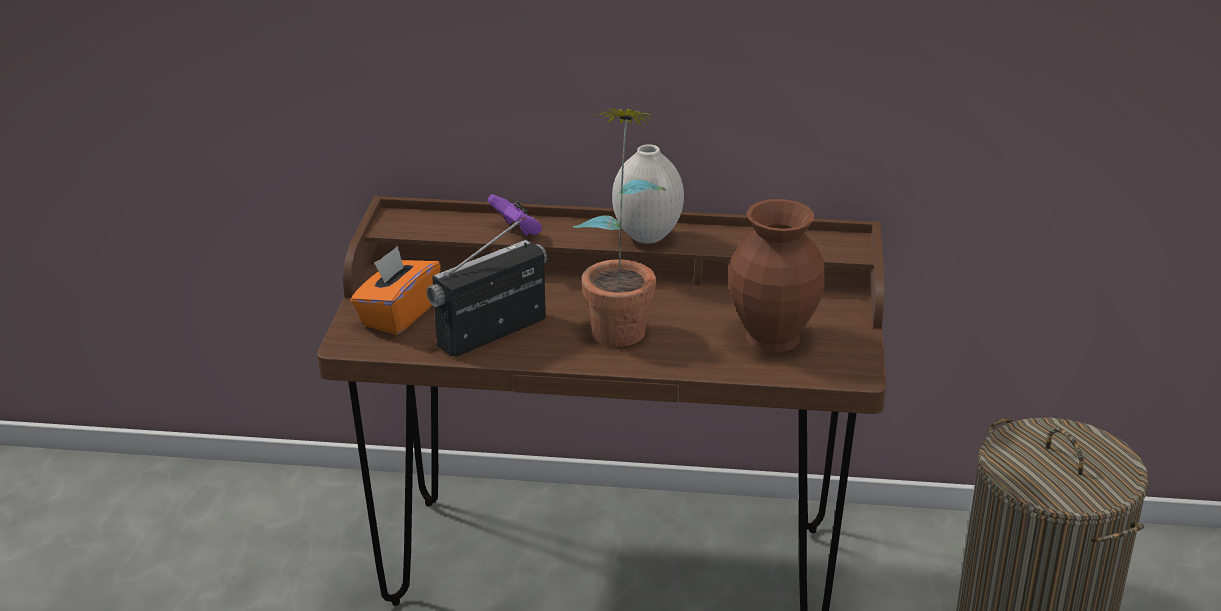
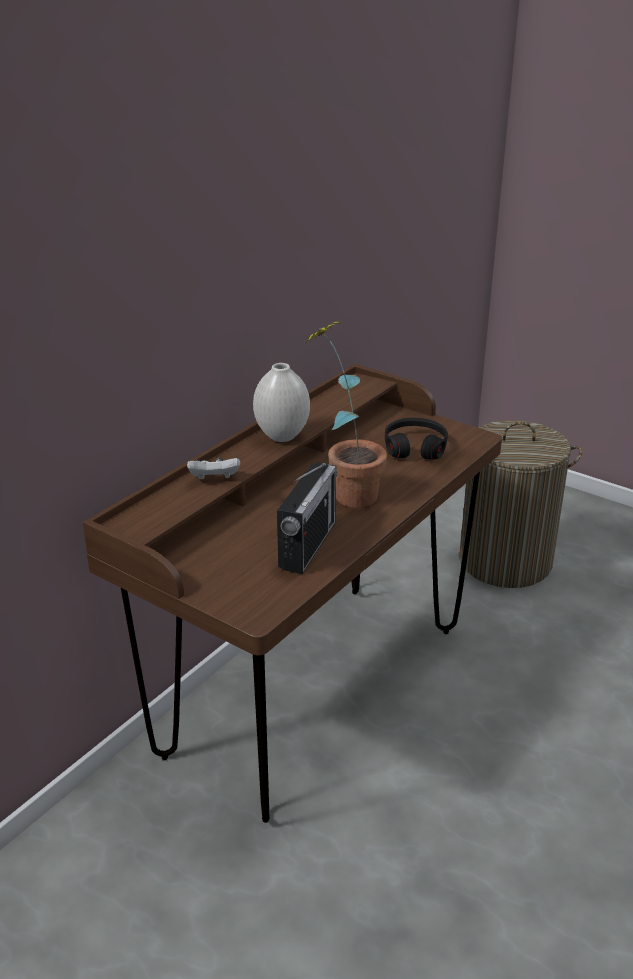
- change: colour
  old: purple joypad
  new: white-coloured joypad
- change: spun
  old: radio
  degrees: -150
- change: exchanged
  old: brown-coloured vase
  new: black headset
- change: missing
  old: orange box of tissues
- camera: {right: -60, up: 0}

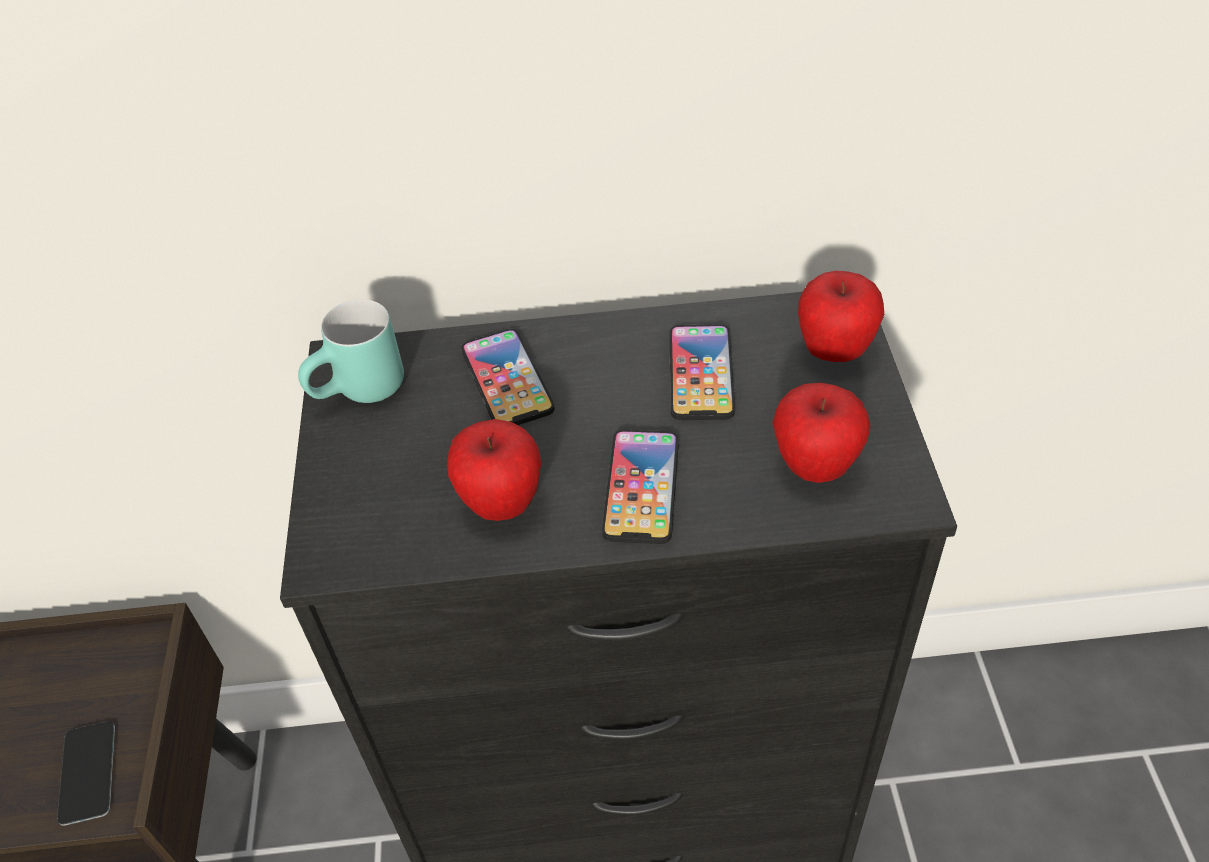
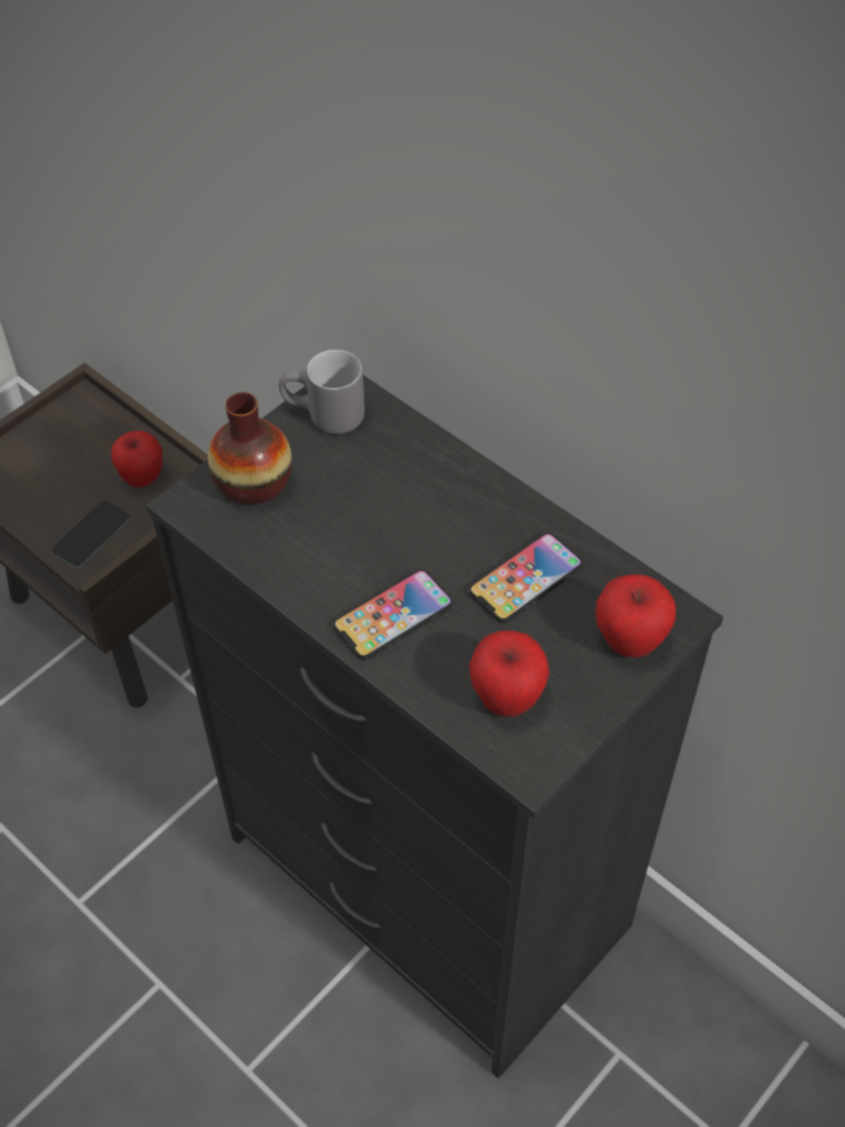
- change: relocated
  old: whole apple (no. 1 from left)
- change: appeared
  new: vase
- change: colour
  old: turquoise-coloured coffee mug
  new: grey coffee mug
- change: missing
  old: phone (no. 2 from left)
- camera: {right: 45, up: 5}

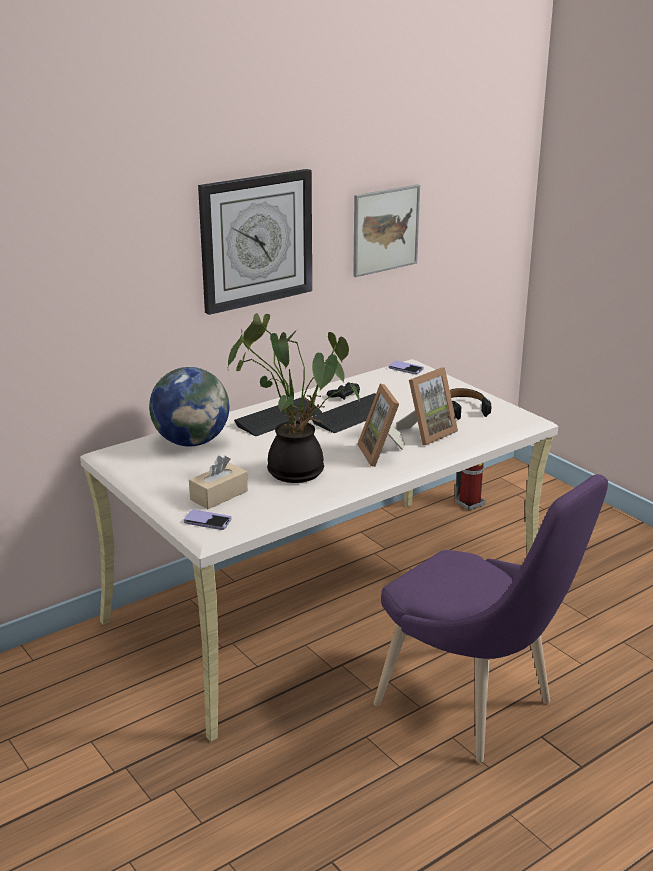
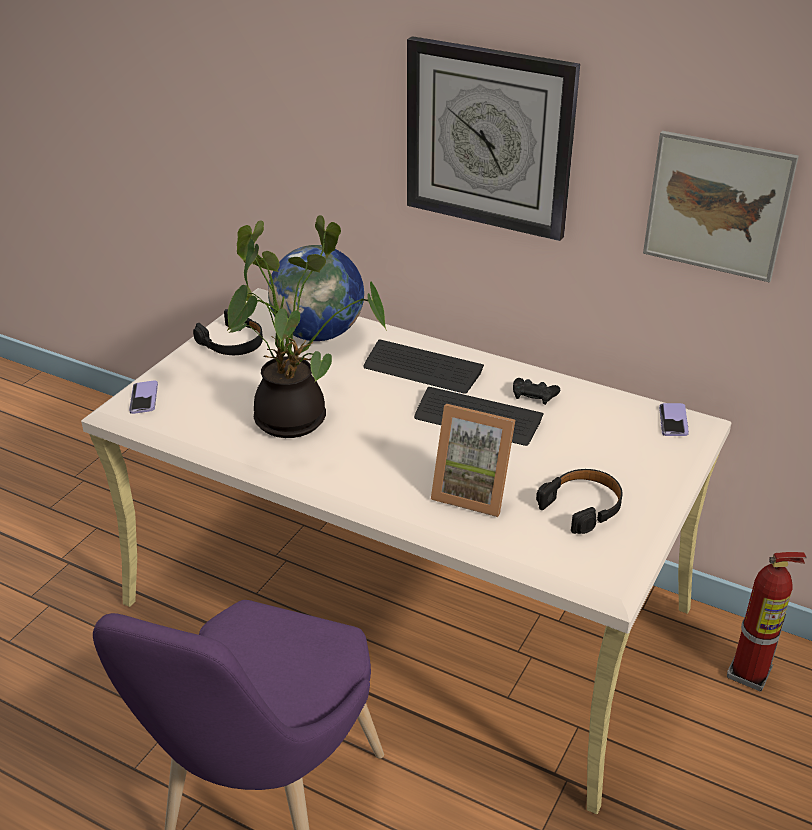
- change: appeared
  new: black headset (no. 1 from left)
- change: missing
  old: sand-coloured box of tissues
- change: missing
  old: picture frame (no. 1 from left)
- camera: {right: 65, up: 10}

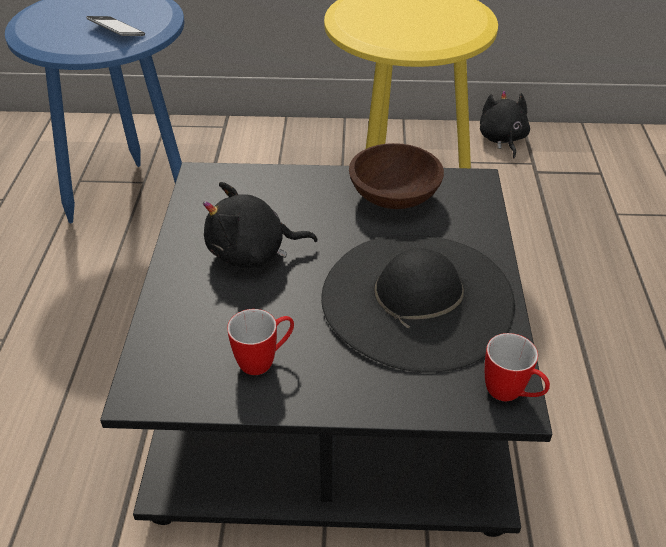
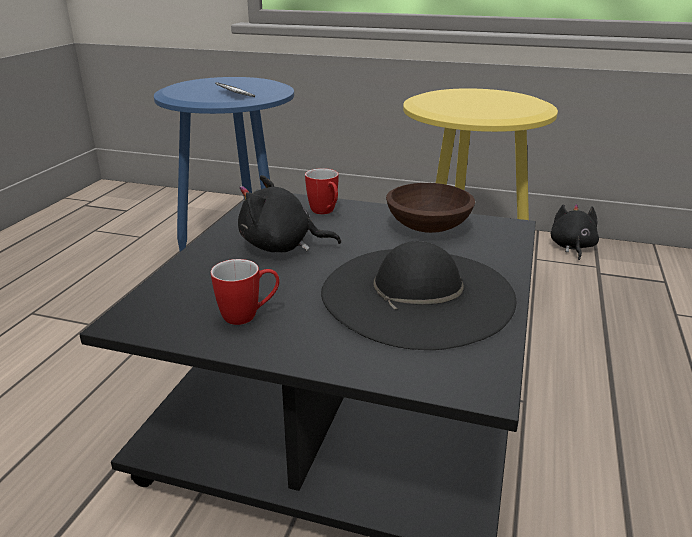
- change: relocated
  old: coffee mug (no. 2 from left)
- camera: {right: 15, up: -15}

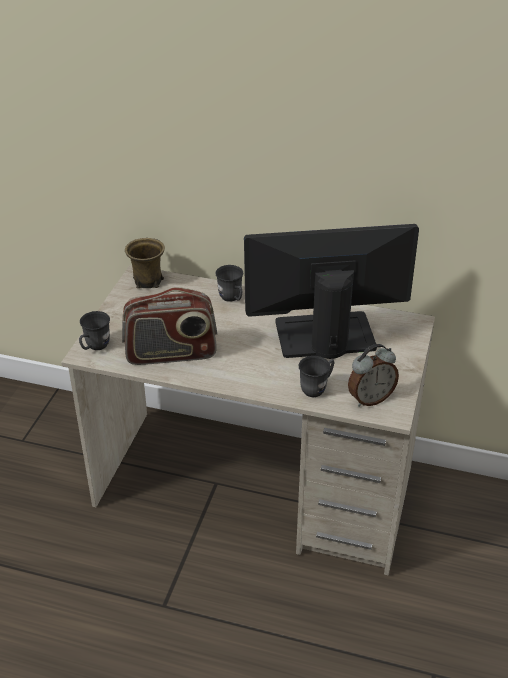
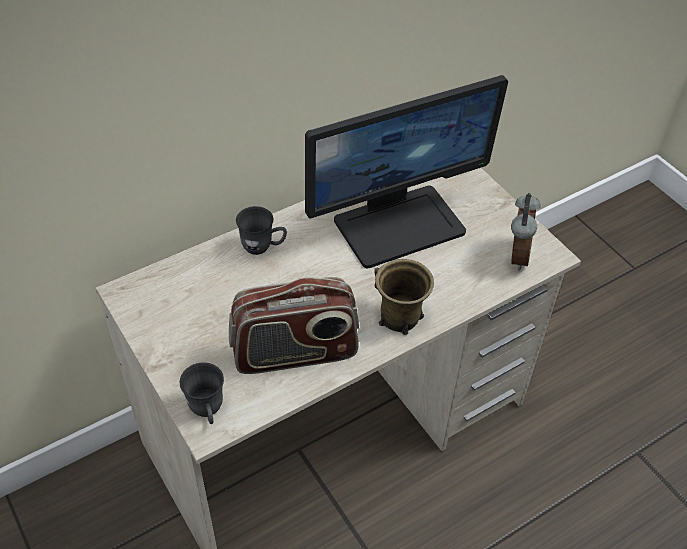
- change: spun
  old: radio
  degrees: 45
- change: spun
  old: monitor
  degrees: -150
- change: relocated
  old: brown-coloured coffee mug
- change: missing
  old: grey coffee mug (no. 3 from left)
- camera: {right: -50, up: 10}

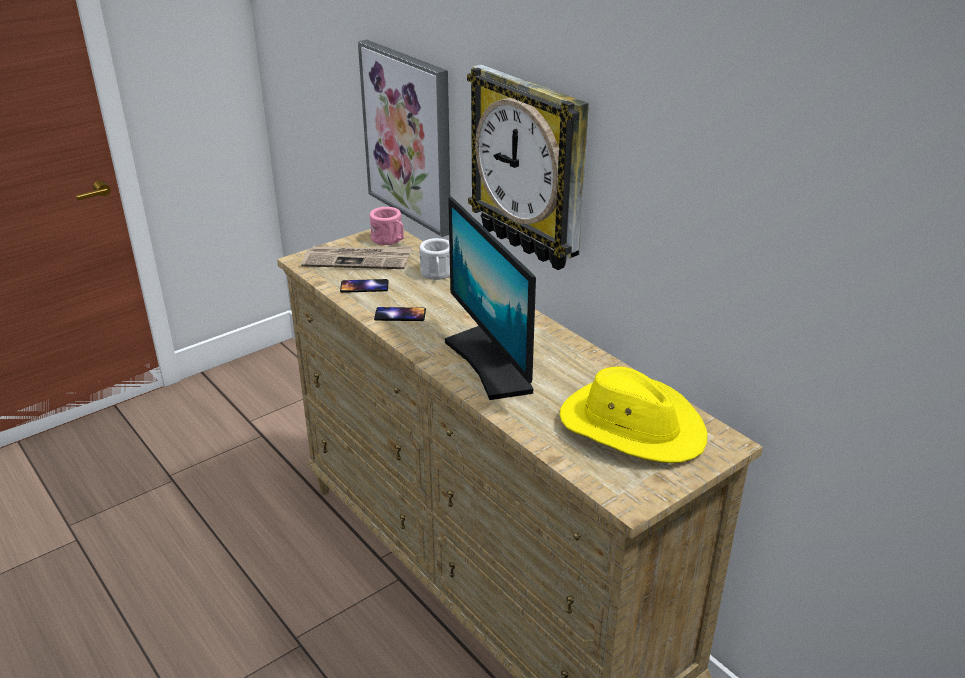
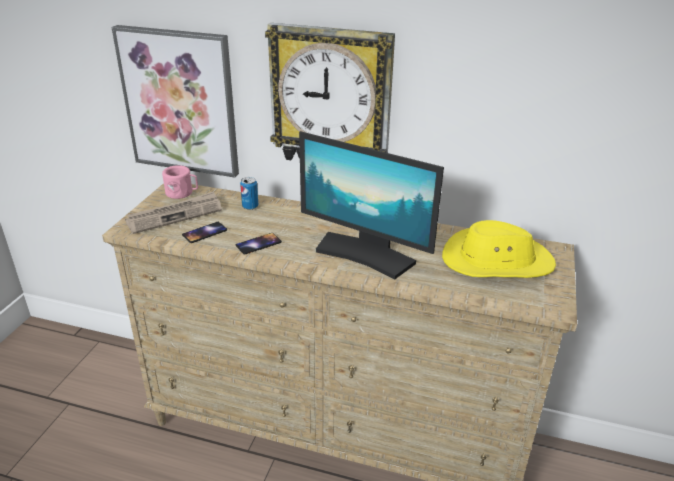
- change: exchanged
  old: white-coloured coffee mug
  new: sealed can
- camera: {right: -35, up: 0}

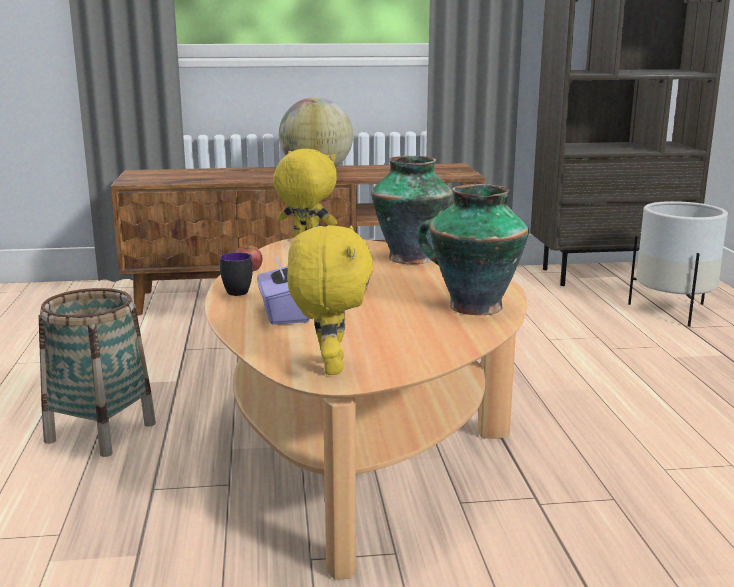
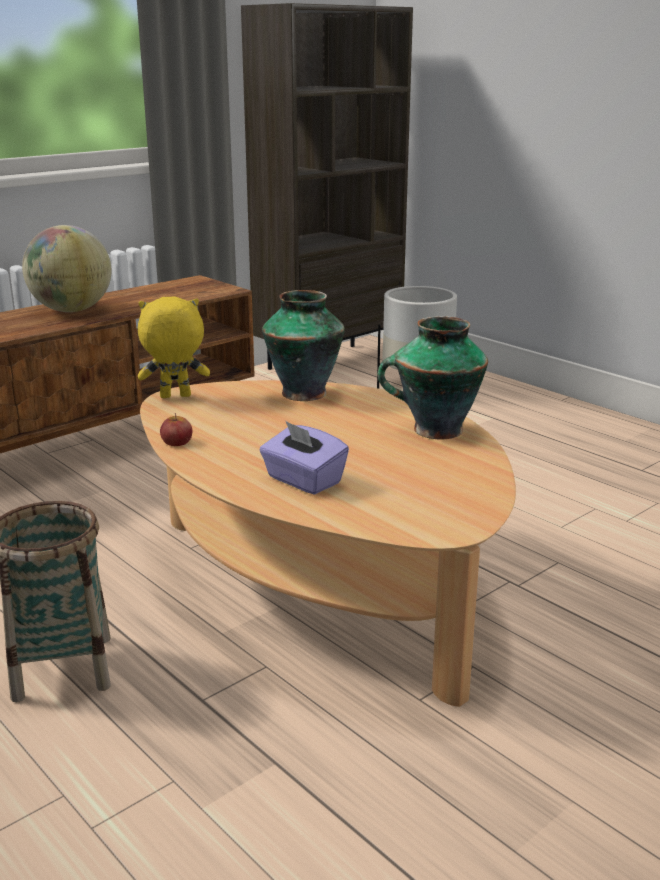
- change: missing
  old: coffee mug
- change: missing
  old: yellow-coloured plush toy (no. 2 from left)
- camera: {right: -35, up: 5}

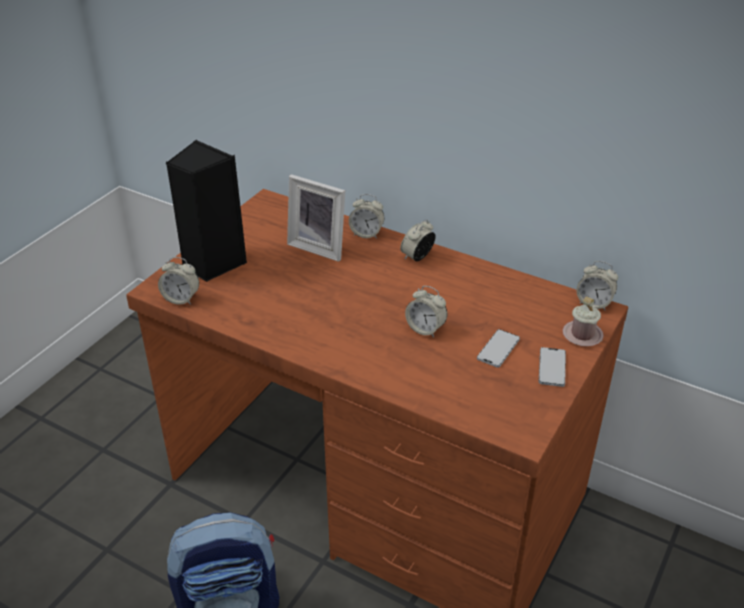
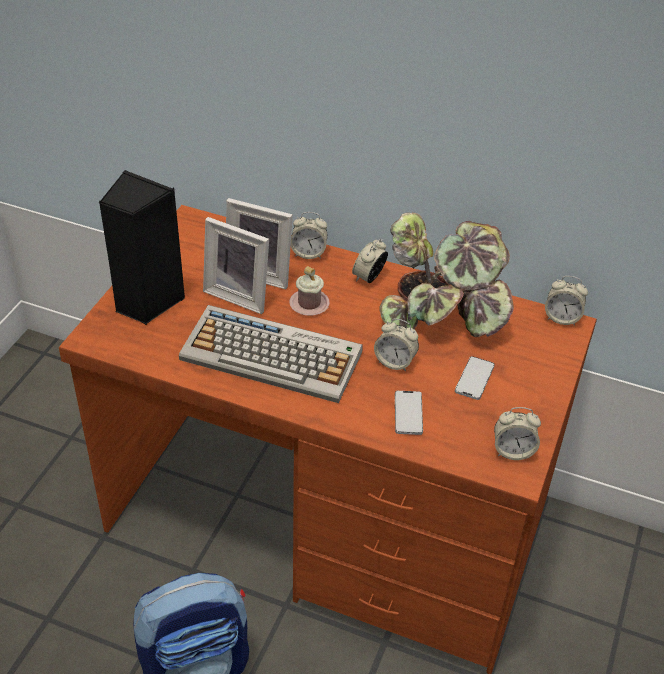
- change: appeared
  new: PC keyboard
- change: appeared
  new: picture frame (no. 1 from left)
- change: relocated
  old: pink coffee mug
- change: appeared
  new: houseplant
- change: relocated
  old: phone (no. 2 from left in the first image)
  new: phone (no. 1 from left)
- change: relocated
  old: table clock (no. 1 from left in the first image)
  new: table clock (no. 4 from left)
- camera: {right: -10, up: 5}

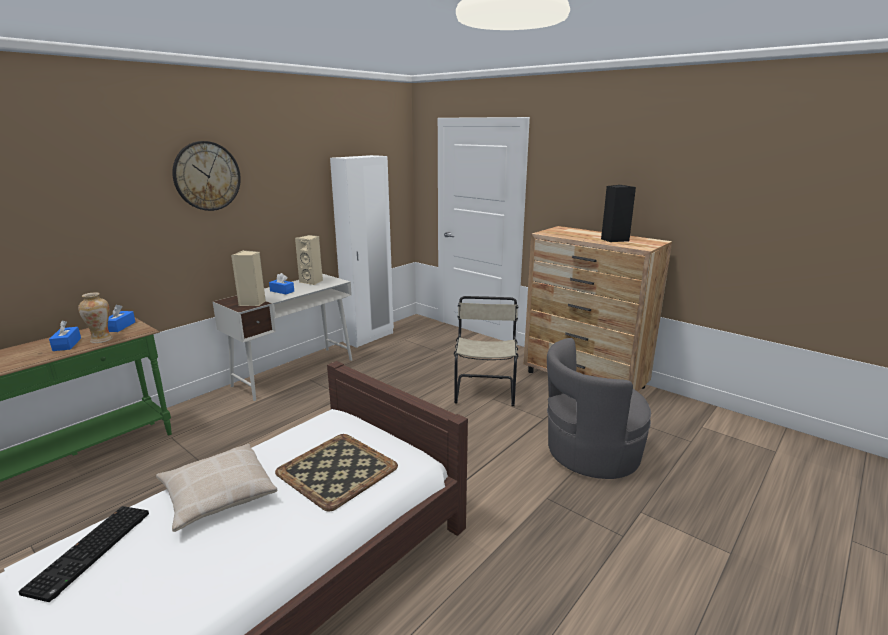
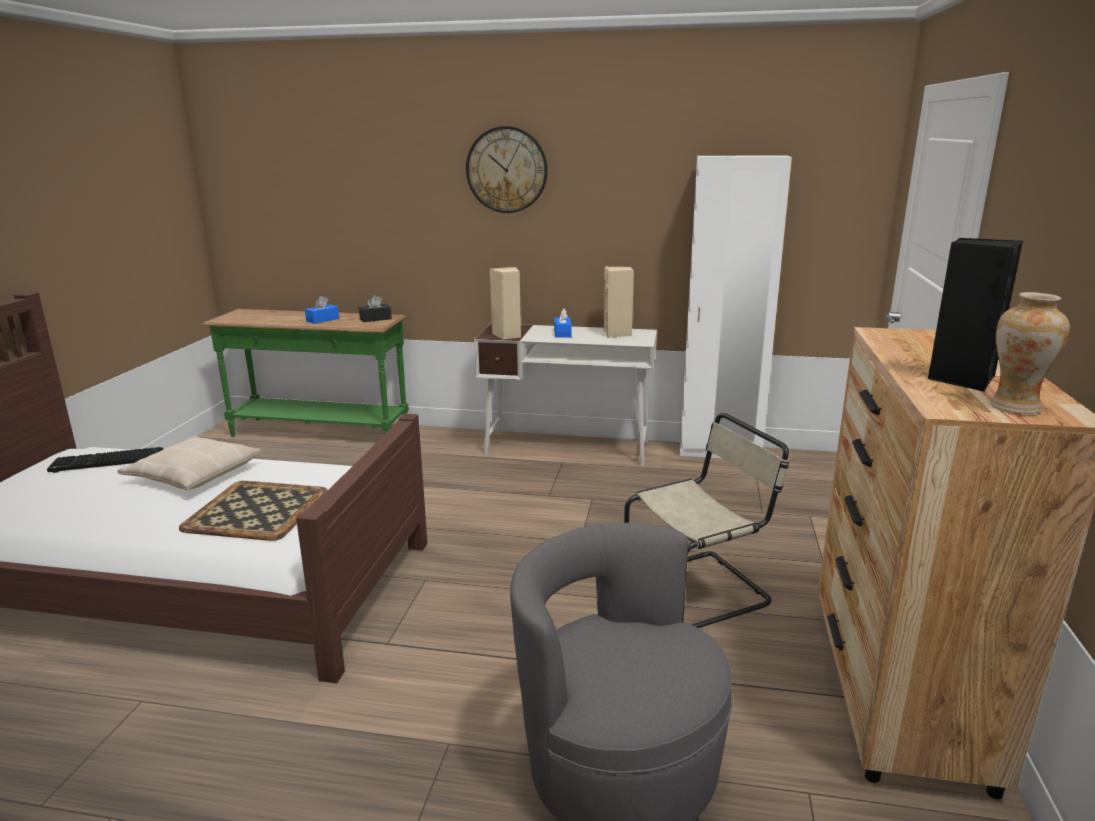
- change: colour
  old: blue-coloured box of tissues (no. 2 from left)
  new: black box of tissues
- change: relocated
  old: vase
- camera: {right: 60, up: 0}

